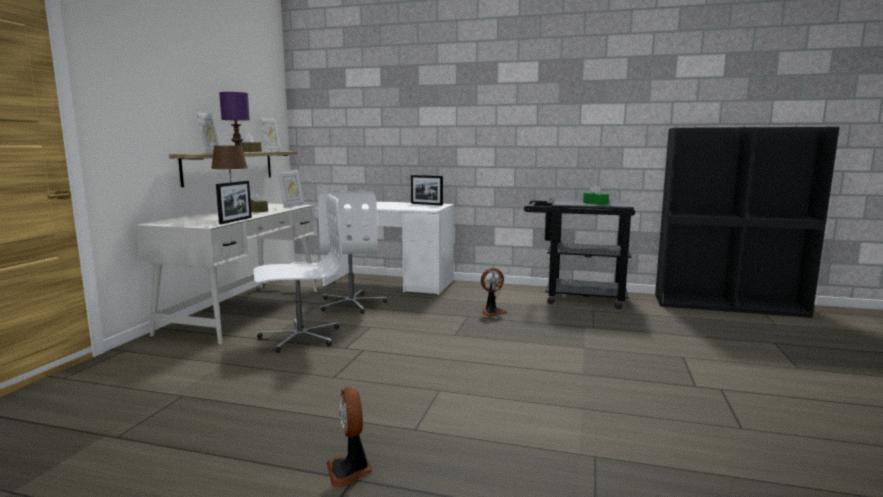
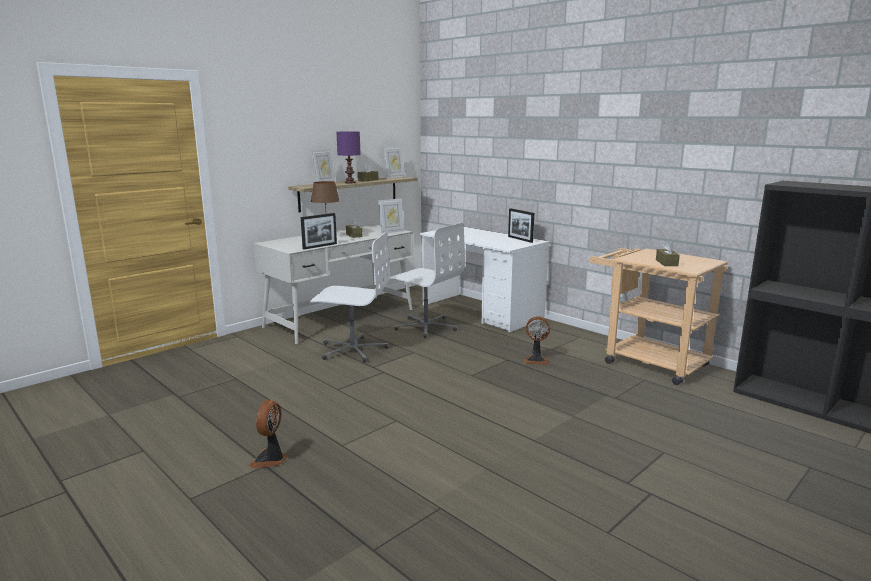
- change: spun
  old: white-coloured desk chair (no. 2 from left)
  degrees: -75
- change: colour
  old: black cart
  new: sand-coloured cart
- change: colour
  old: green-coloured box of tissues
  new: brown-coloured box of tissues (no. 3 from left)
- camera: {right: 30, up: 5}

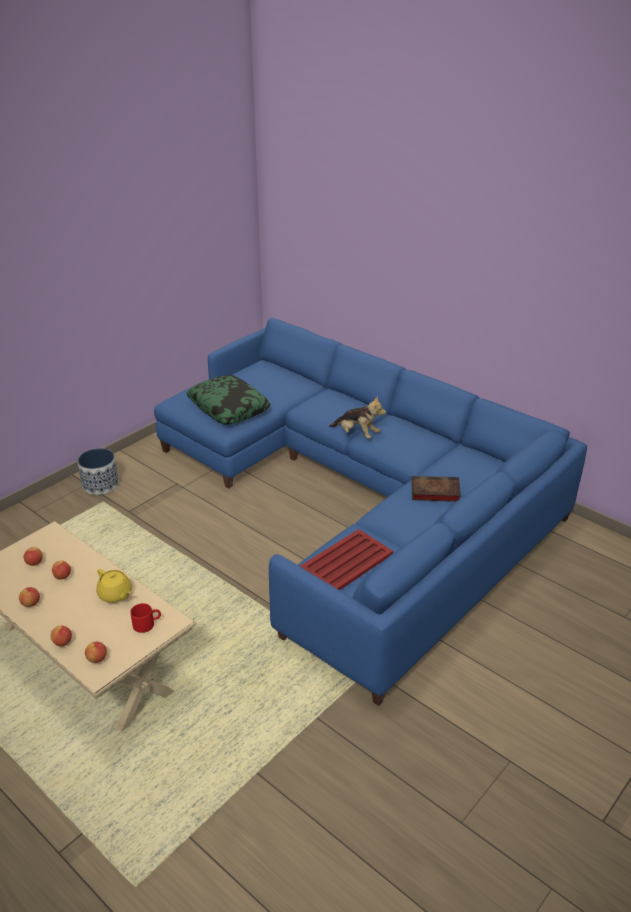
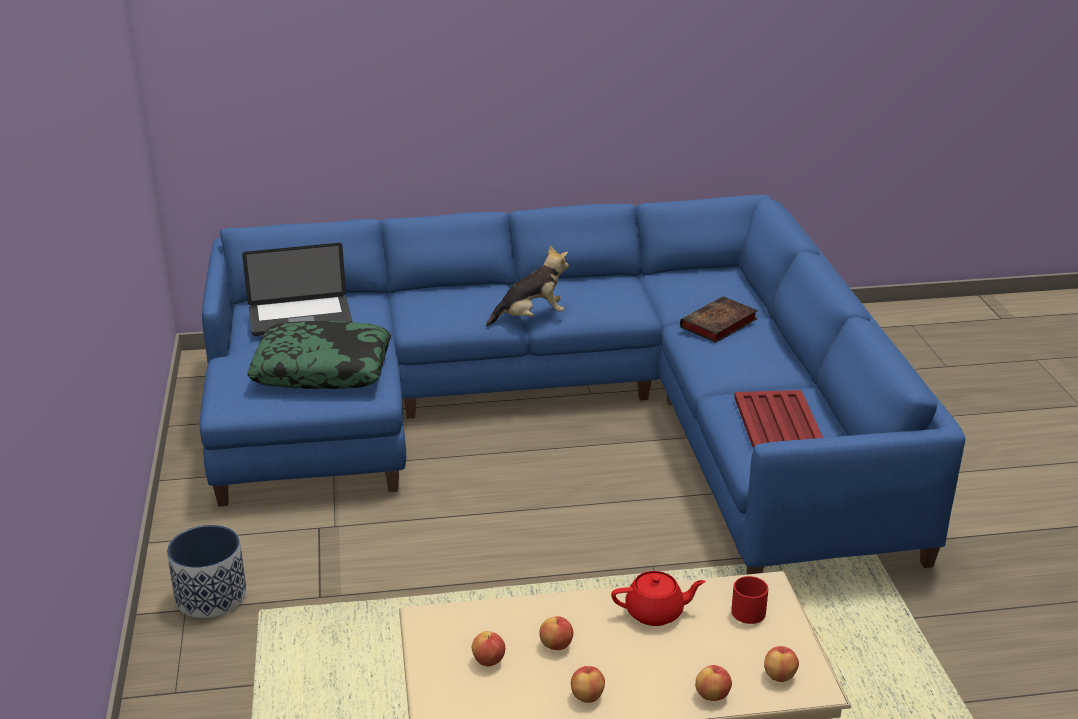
- change: appeared
  new: portable computer
- change: colour
  old: yellow-coloured pot for tea
  new: red pot for tea
- camera: {right: -50, up: -5}

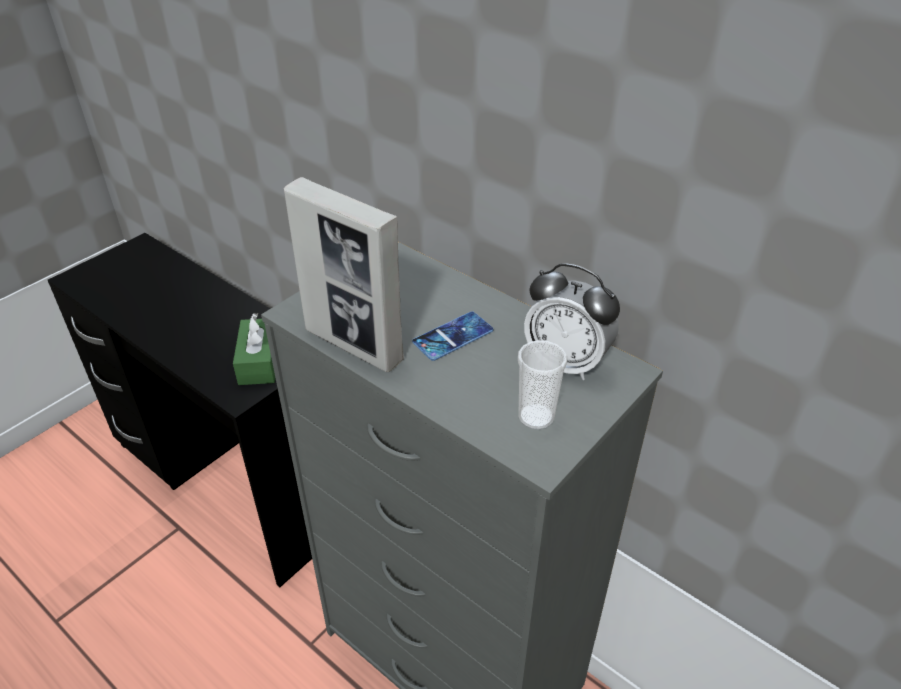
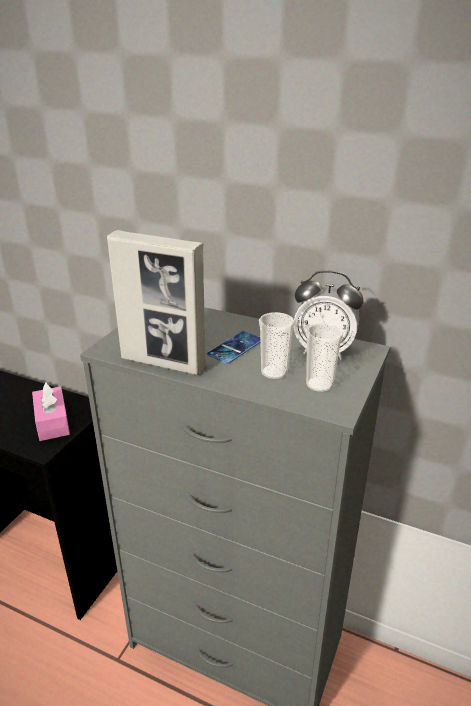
- change: colour
  old: green-coloured box of tissues
  new: pink box of tissues
- change: appeared
  new: small cup (no. 1 from left)
- camera: {right: -15, up: -10}

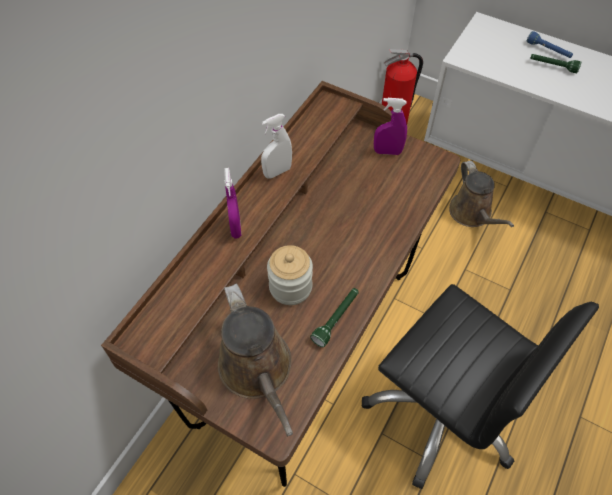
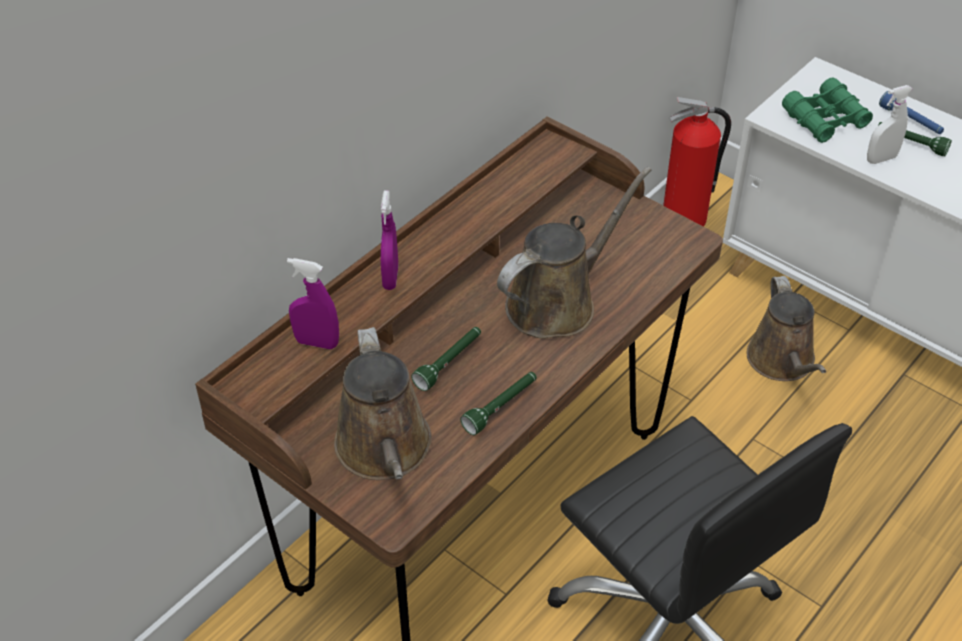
- change: relocated
  old: purple spray bottle (no. 2 from left in the first image)
  new: purple spray bottle (no. 1 from left)
- change: exchanged
  old: preserve jar
  new: green-coloured flashlight (no. 1 from left)
- change: appeared
  new: brown-coloured sprinkling can (no. 2 from left)
- change: appeared
  new: green-coloured binoculars
- change: relocated
  old: white-coloured spray bottle
- camera: {right: 10, up: -10}

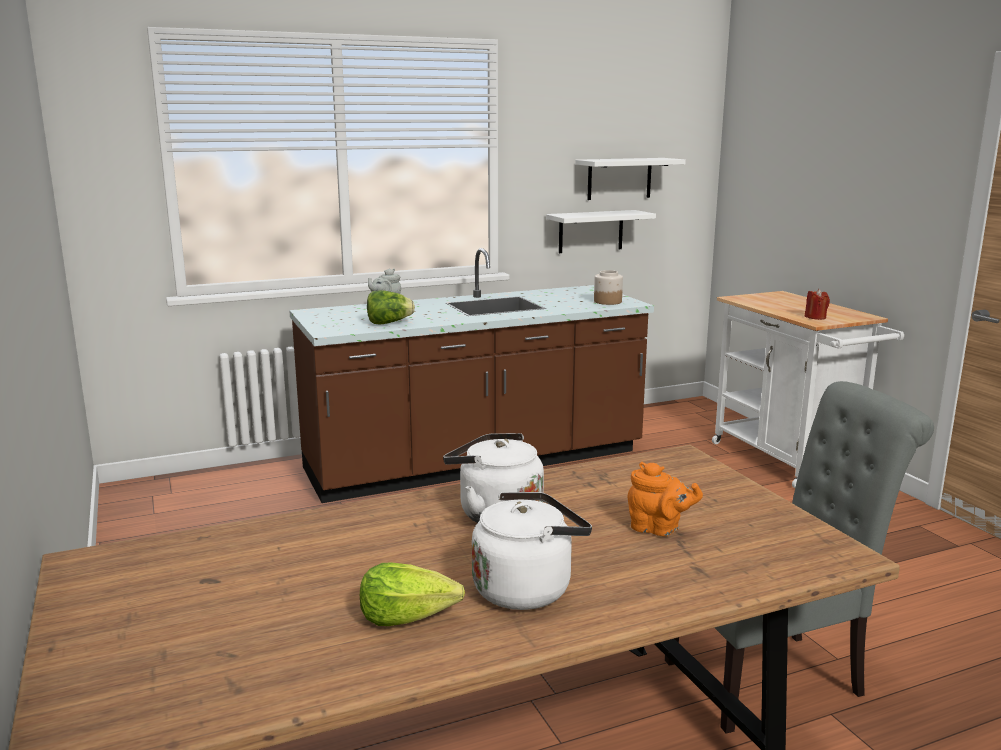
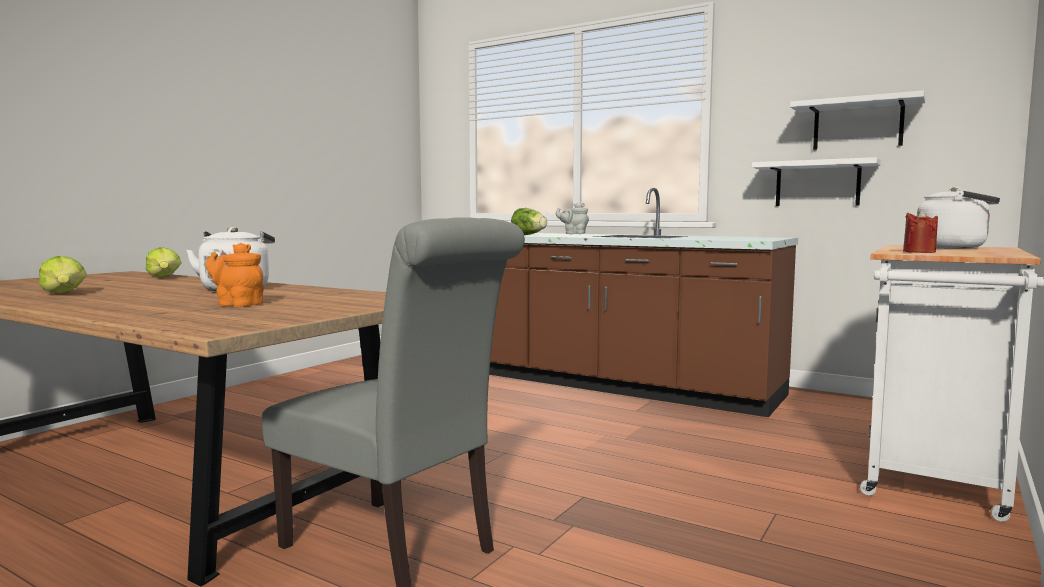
- change: appeared
  new: lettuce (no. 2 from left)
- change: spun
  old: orange pot for tea
  degrees: 120
- change: relocated
  old: white-coloured water kettle (no. 2 from left)
- change: missing
  old: preserve jar
- camera: {right: 55, up: -10}

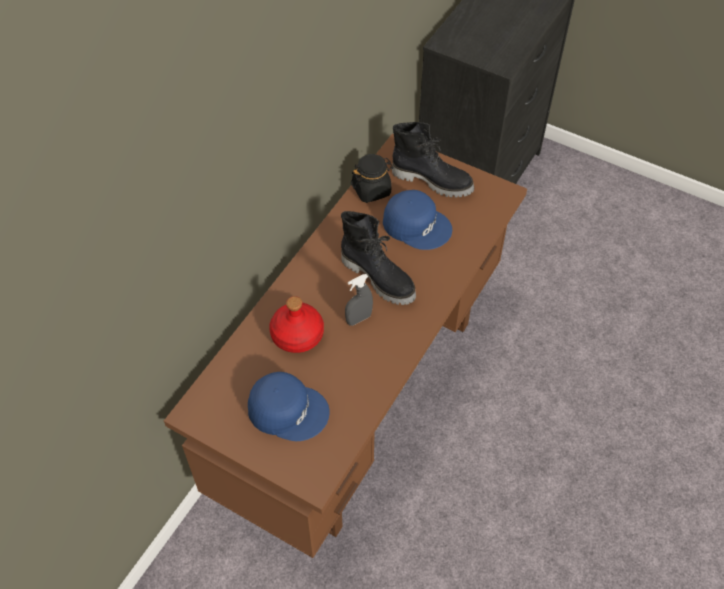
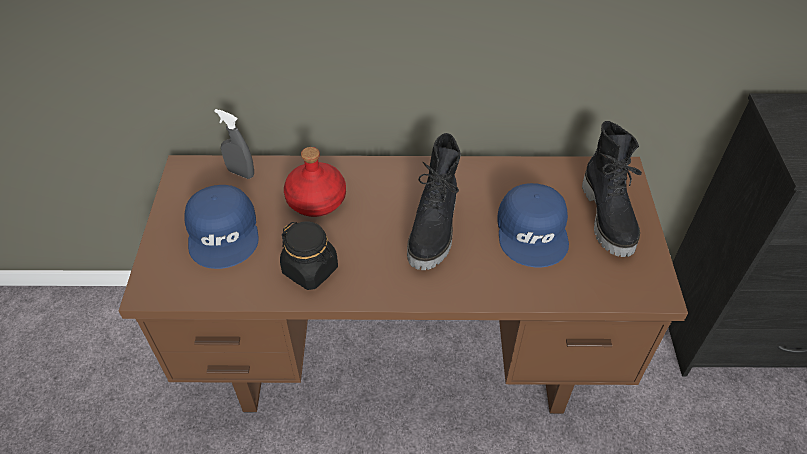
- change: relocated
  old: grey spray bottle
- change: relocated
  old: black preserve jar
- camera: {right: 60, up: -5}

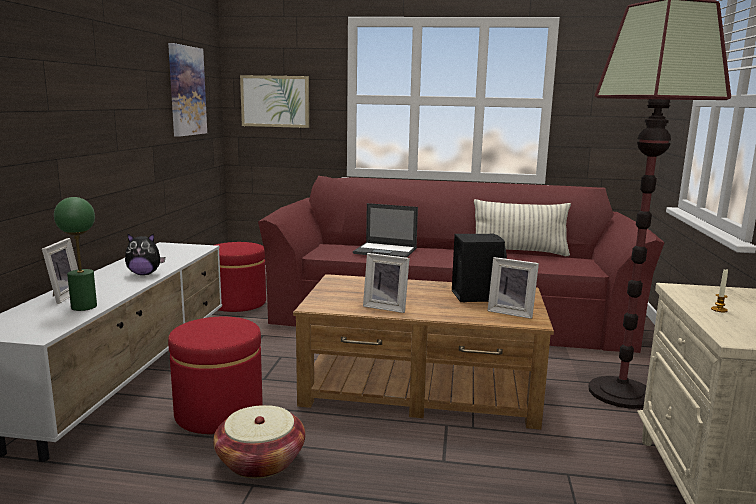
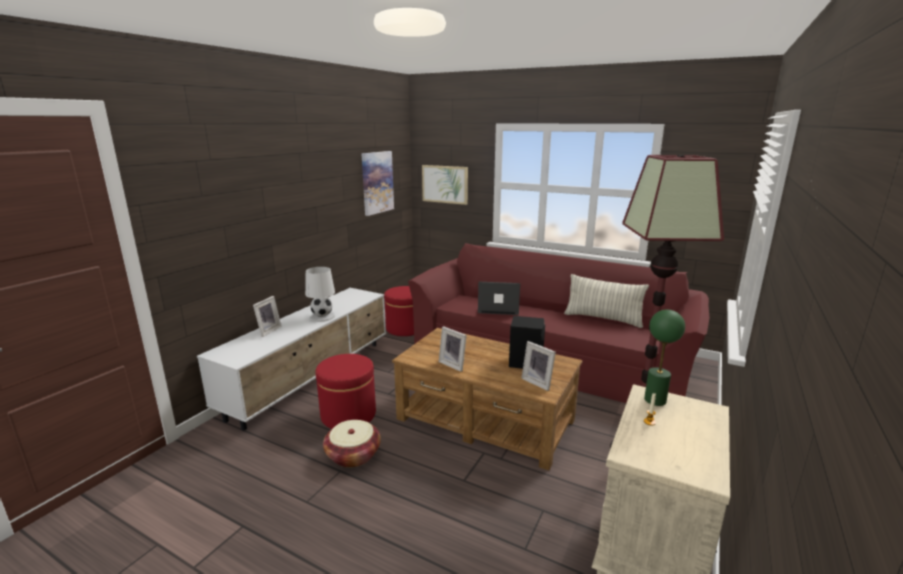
- change: exchanged
  old: plush toy
  new: white-coloured lamp for a table
- change: spun
  old: portable computer
  degrees: 150
- change: relocated
  old: green-coloured lamp for a table
- camera: {right: 20, up: 5}

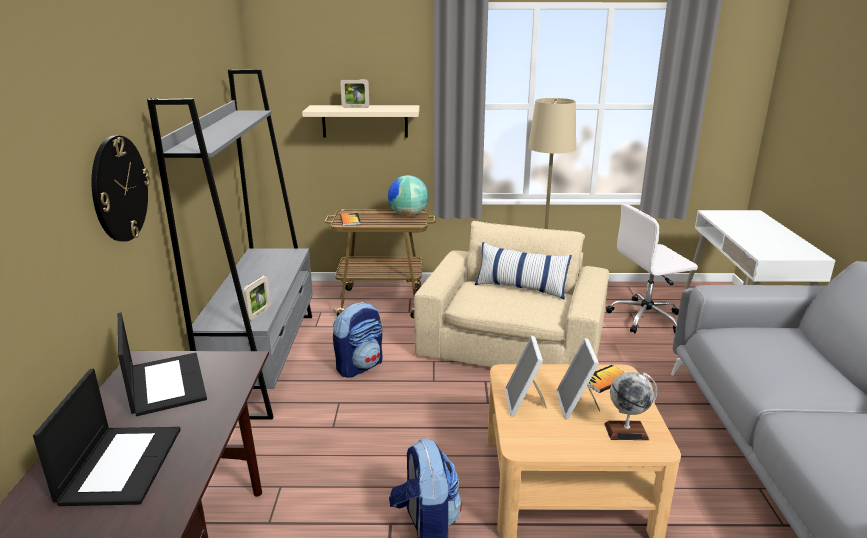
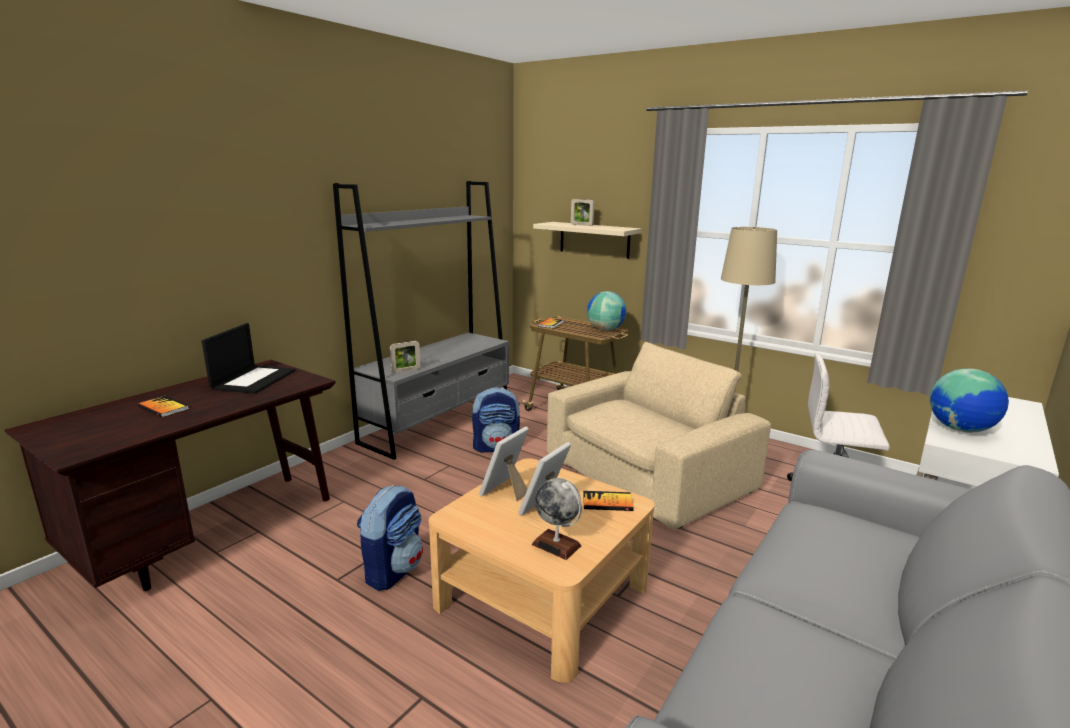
- change: exchanged
  old: portable computer (no. 1 from left)
  new: bound book (no. 1 from left)
- change: appeared
  new: world globe (no. 3 from left)
- change: missing
  old: hanging clock
- change: missing
  old: pillow
- camera: {right: 35, up: -5}

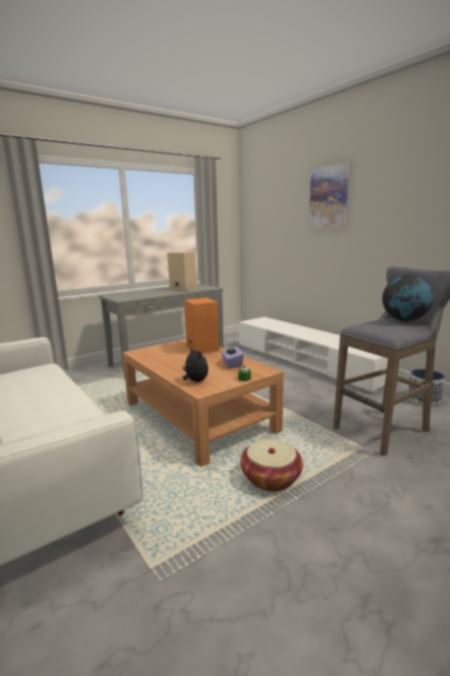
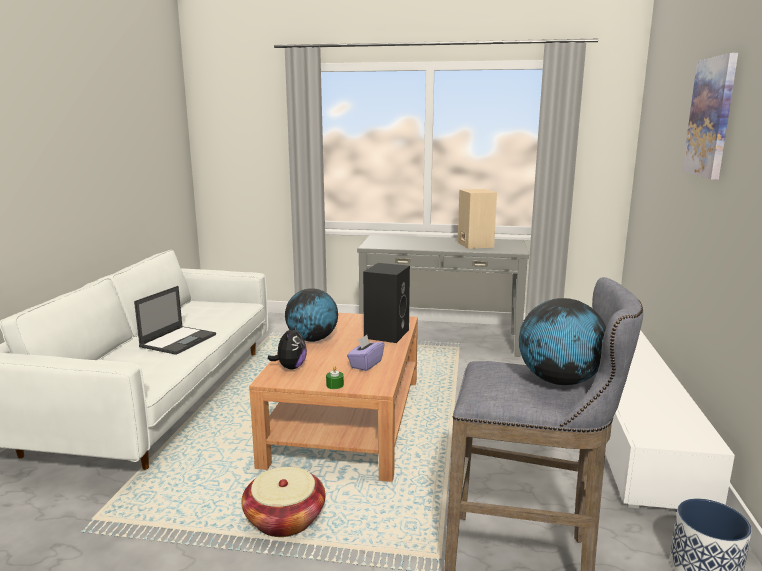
- change: appeared
  new: portable computer
- change: appeared
  new: world globe (no. 1 from left)
- change: colour
  old: orange audio speaker
  new: black audio speaker
- camera: {right: 45, up: 0}

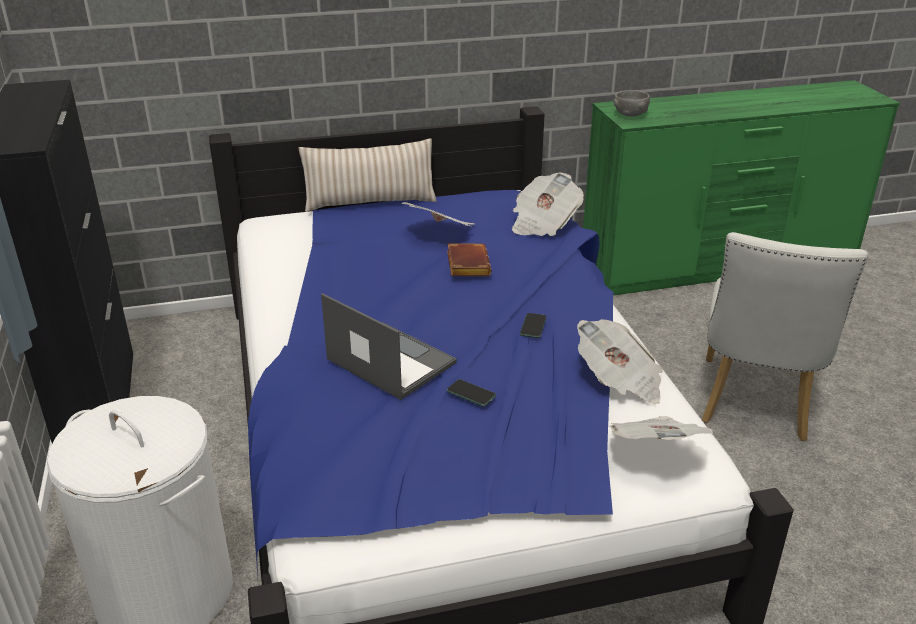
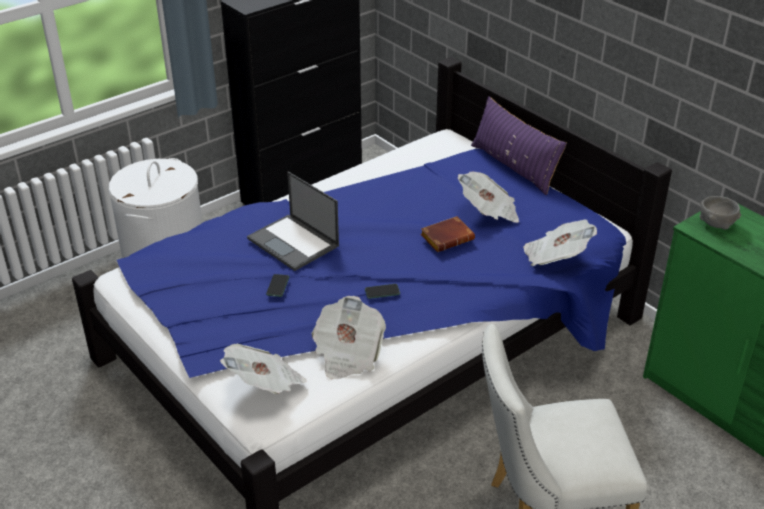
- change: spun
  old: portable computer
  degrees: 120
- change: colour
  old: sand-coloured pillow
  new: purple pillow
- camera: {right: 65, up: 5}

